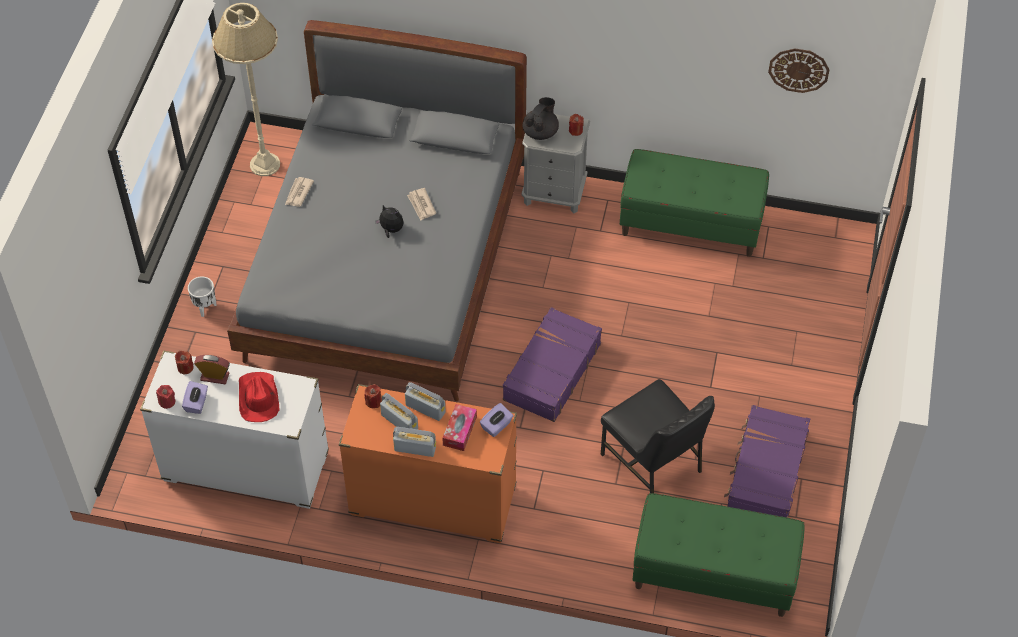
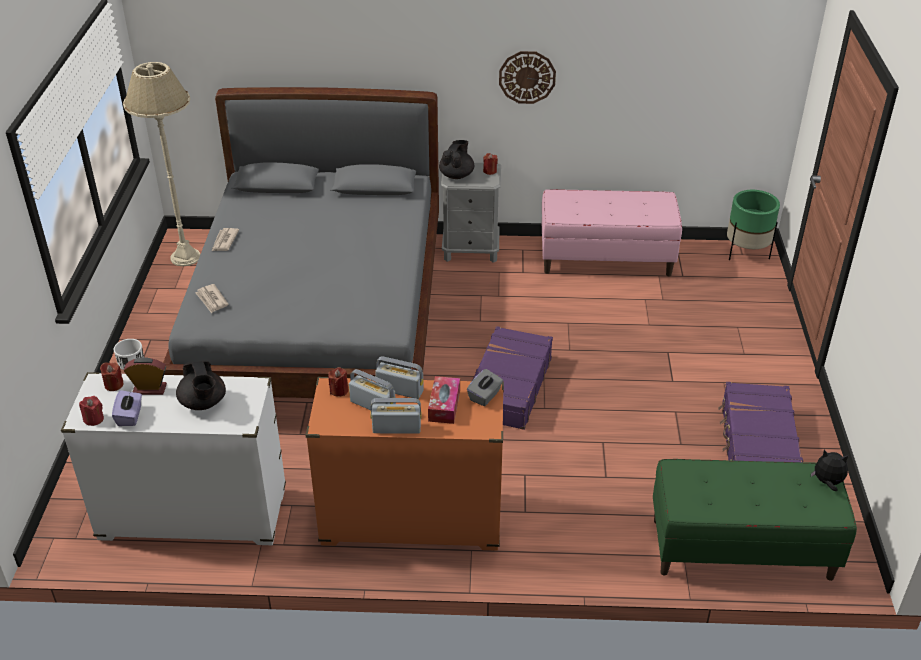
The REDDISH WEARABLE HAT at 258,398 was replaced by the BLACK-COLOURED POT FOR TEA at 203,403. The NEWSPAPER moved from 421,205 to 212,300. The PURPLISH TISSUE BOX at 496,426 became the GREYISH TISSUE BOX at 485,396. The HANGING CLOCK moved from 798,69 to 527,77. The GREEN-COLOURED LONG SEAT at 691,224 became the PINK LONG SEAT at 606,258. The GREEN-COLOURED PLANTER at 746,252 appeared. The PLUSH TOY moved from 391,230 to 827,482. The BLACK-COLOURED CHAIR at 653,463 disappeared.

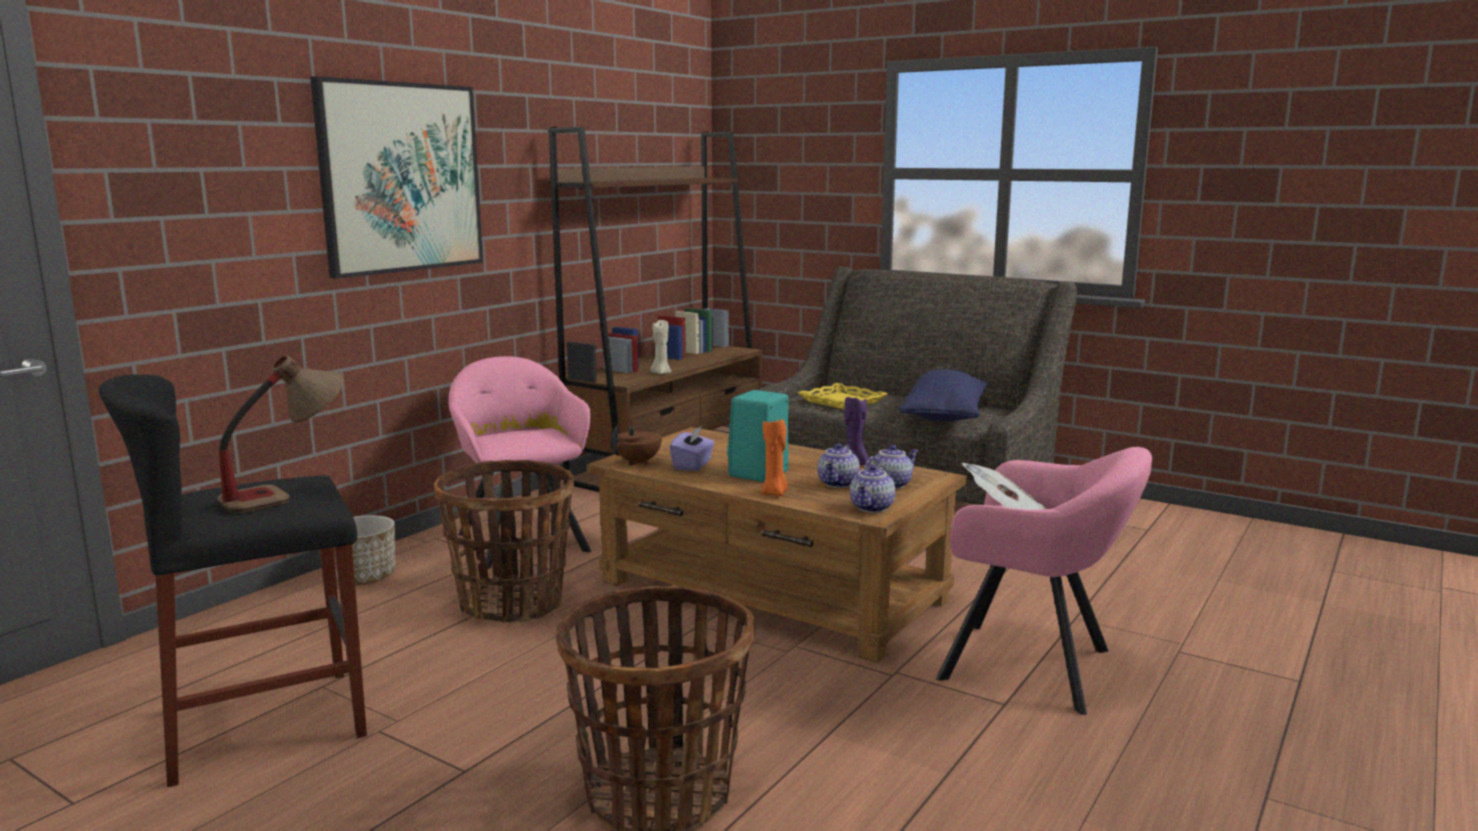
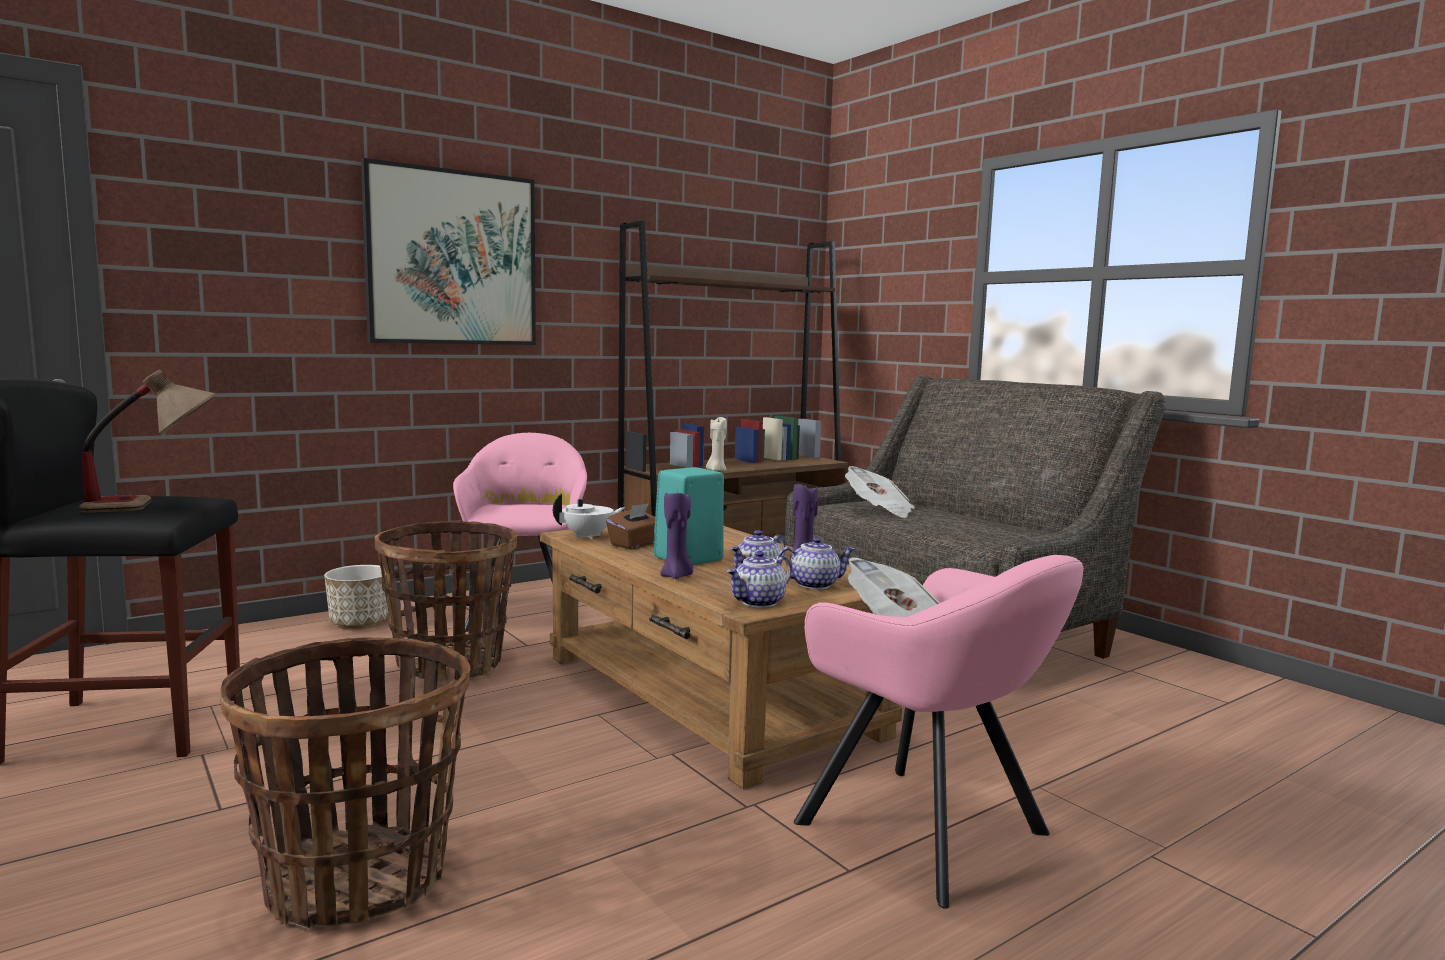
The BROWN POT FOR TEA at 638,462 became the WHITE POT FOR TEA at 588,536. The PURPLISH TISSUE BOX at 693,465 became the BROWN TISSUE BOX at 636,544. The ORANGEY WAX LIGHT at 775,493 became the PURPLISH WAX LIGHT at 677,576. The YELLOW-COLOURED CARRYING TRAY at 843,401 was replaced by the NEWSPAPER at 879,511. The BLUE PILLOW at 945,417 disappeared.

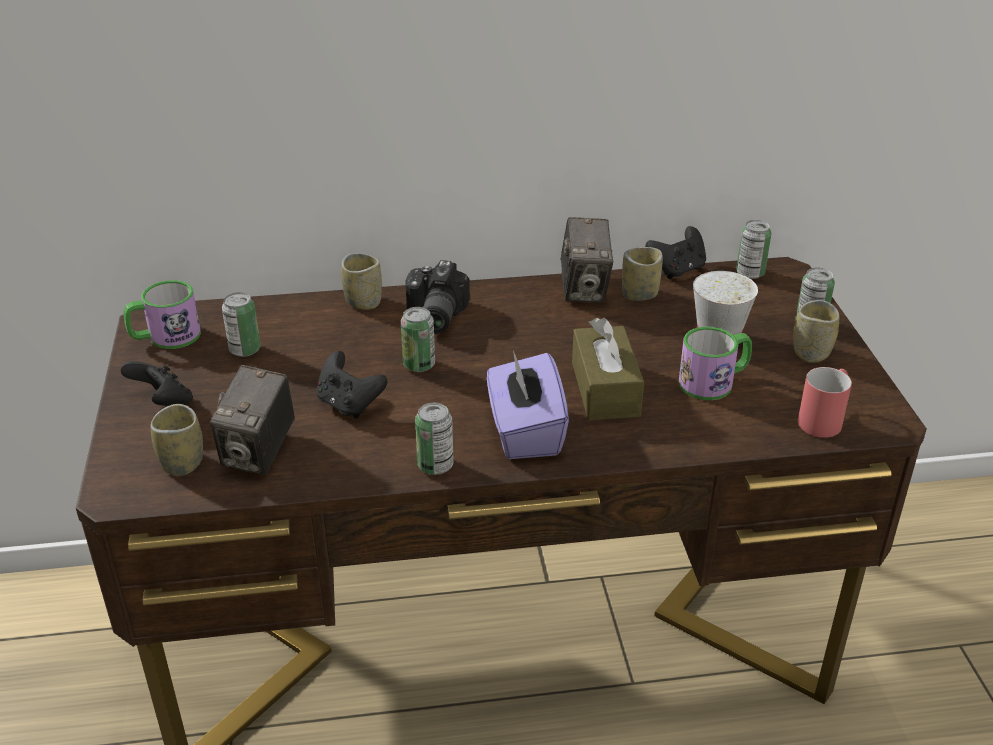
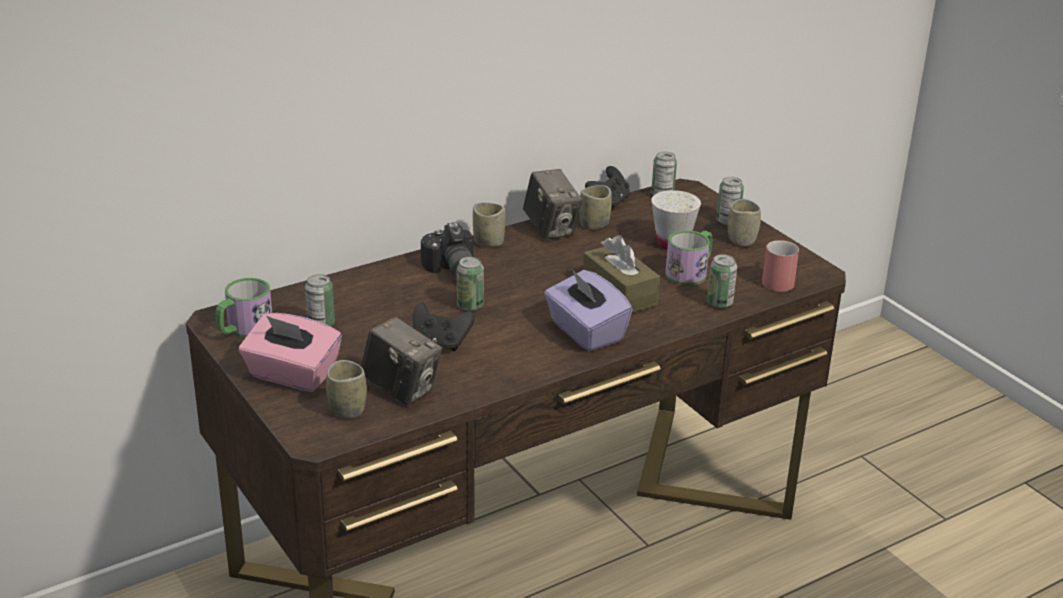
The BLACK-COLOURED GAMEPAD at 164,404 was replaced by the PINK TISSUE BOX at 292,375. The STILL CAMERA at 259,453 turned 45 degrees counterclockwise. The SMALL CUP moved from 363,302 to 488,242. The METAL CAN moved from 435,465 to 719,303.

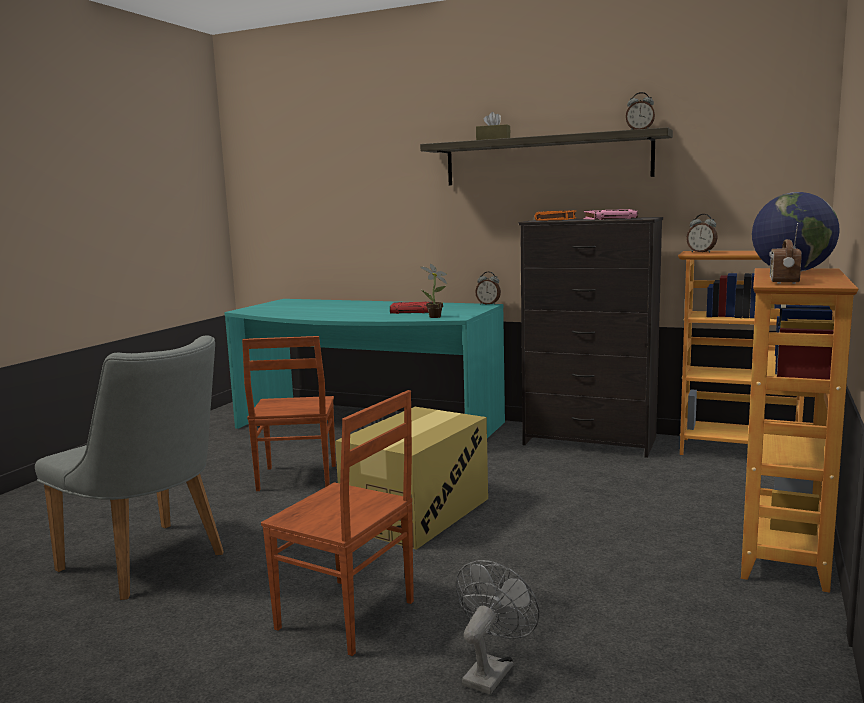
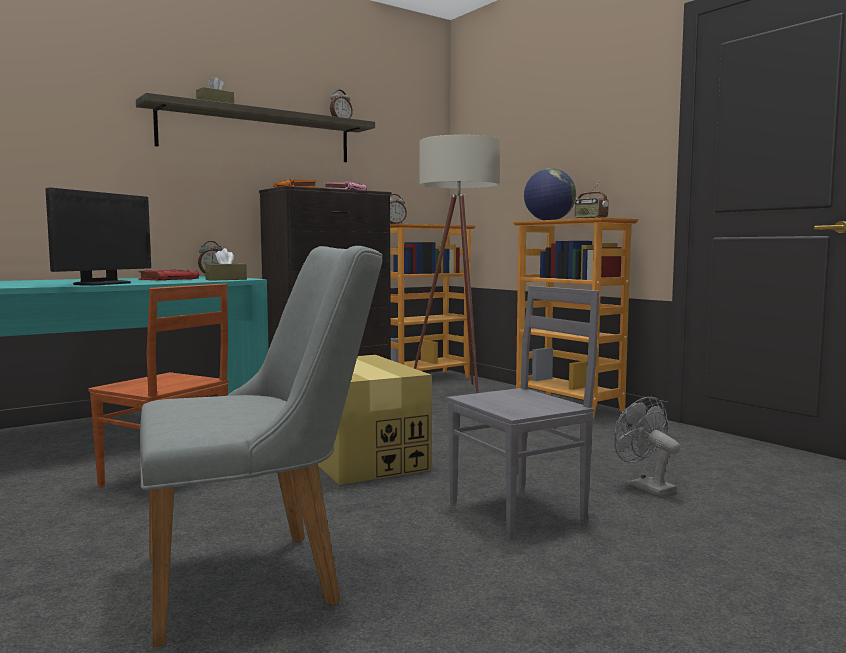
The COMPUTER DISPLAY at 102,283 appeared. The POTTED PLANT at 436,317 was replaced by the BROWN TISSUE BOX at 226,279. The BEIGE-COLOURED STANDARD LAMP at 457,393 appeared. The BROWN CHAIR at 346,616 became the GREYISH CHAIR at 519,510.

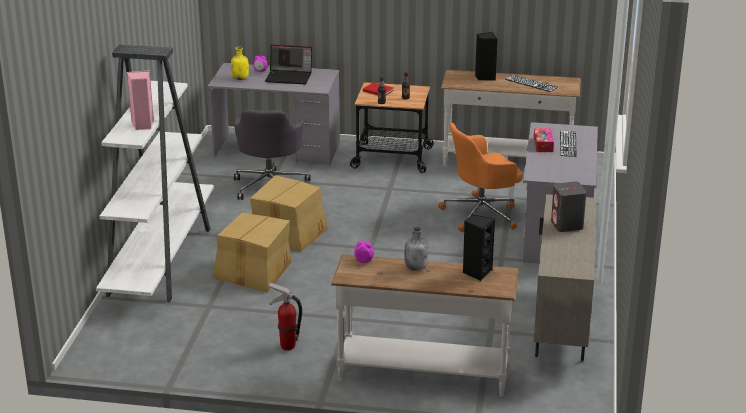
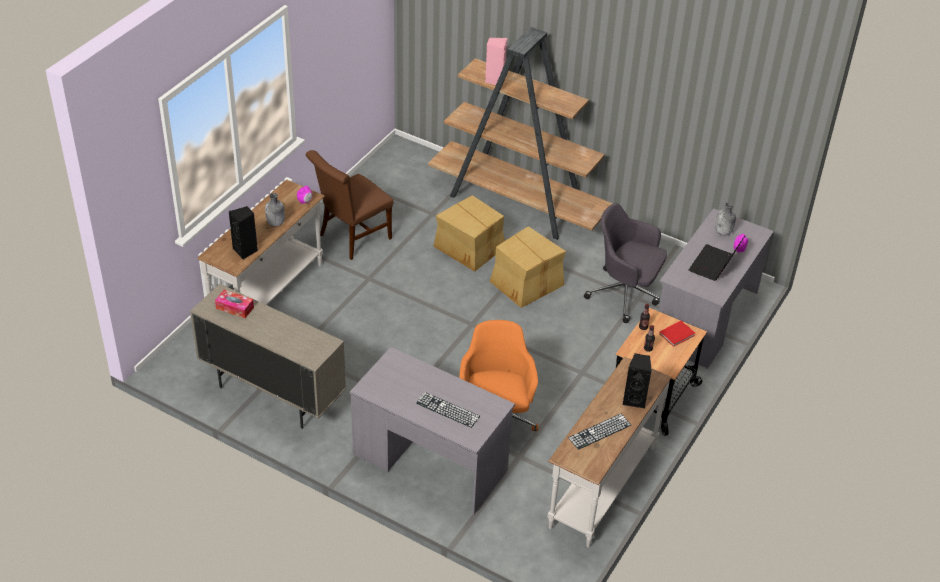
The TISSUE BOX moved from 543,144 to 235,308. The FIRE EXTINGUISHER at 287,346 was replaced by the BROWN CHAIR at 351,238. The WHITE BOOKCASE at 160,260 became the BROWN BOOKCASE at 518,204. The YELLOW-COLOURED BOTTLE at 240,78 became the GREYISH BOTTLE at 723,232. The GREYISH AUDIO SPEAKER at 567,225 disappeared.

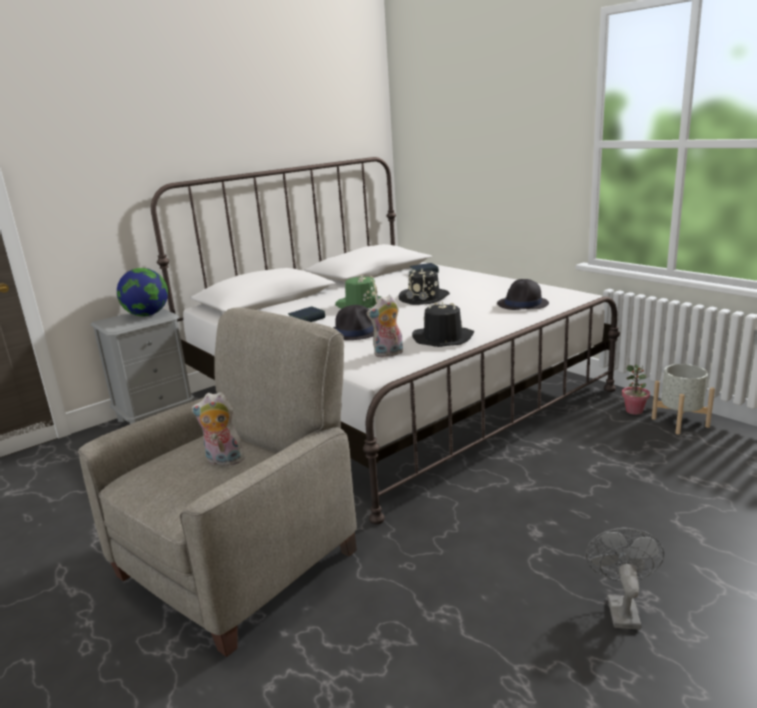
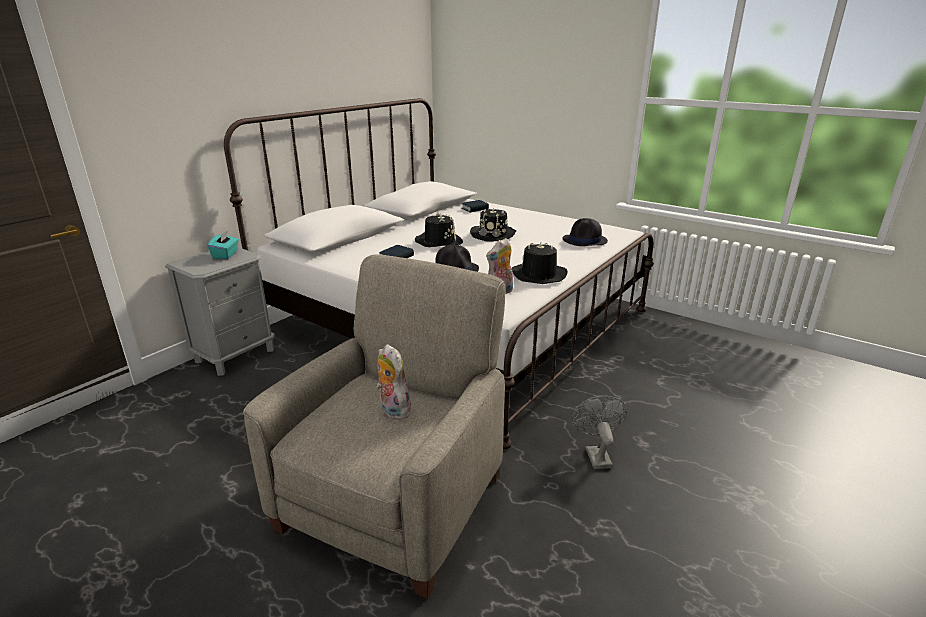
The GLOBE at 147,315 was replaced by the TURQUOISE-COLOURED TISSUE BOX at 226,255. The PLUSH TOY at 223,461 turned 60 degrees clockwise. The GREEN-COLOURED WEARABLE HAT at 361,304 became the BLACK-COLOURED WEARABLE HAT at 439,241. The GREYISH ELECTRIC FAN moved from 621,608 to 596,454. The POTTED PLANT at 634,411 disappeared. The GREYISH PLANTER at 679,422 disappeared.

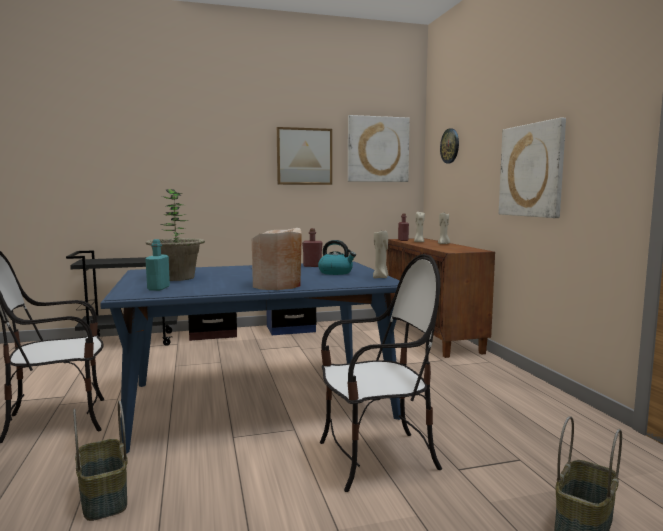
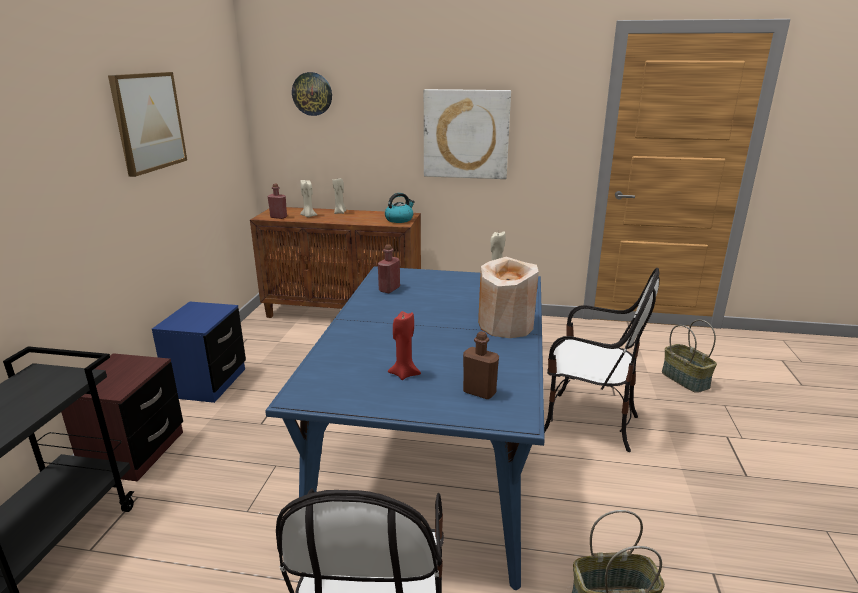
The WATER KETTLE moved from 336,272 to 399,219. The POTTED PLANT at 177,278 was replaced by the REDDISH WAX LIGHT at 404,374. The TURQUOISE-COLOURED BOTTLE at 158,288 became the BROWN BOTTLE at 479,392. The CHAIR at 377,458 turned 105 degrees clockwise. The WALL PICTURE at 377,149 disappeared.

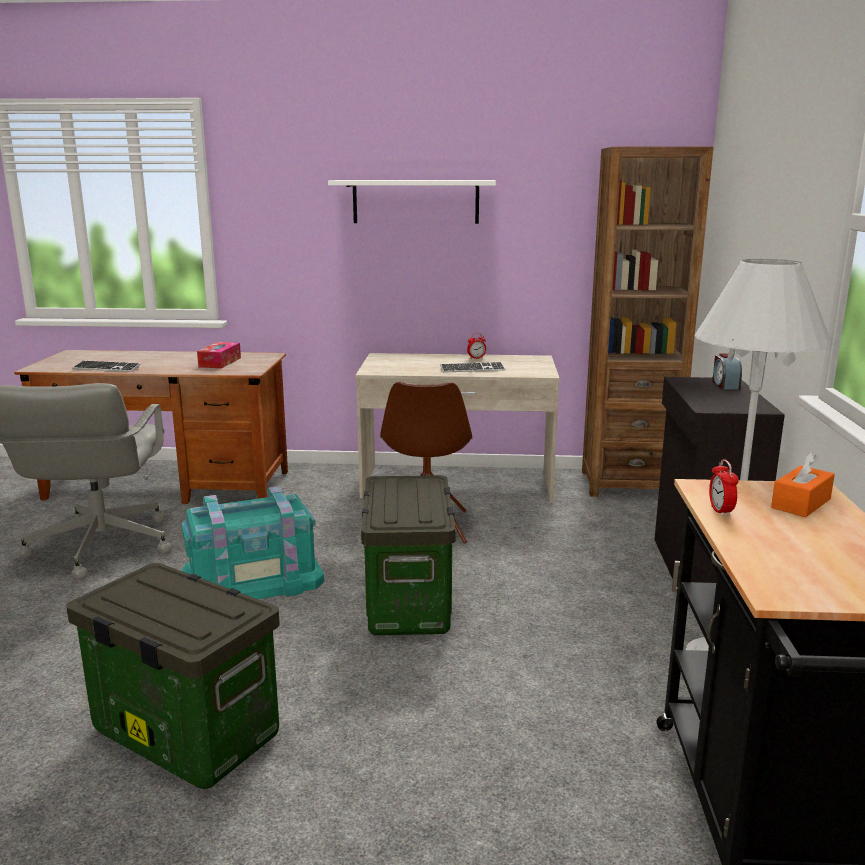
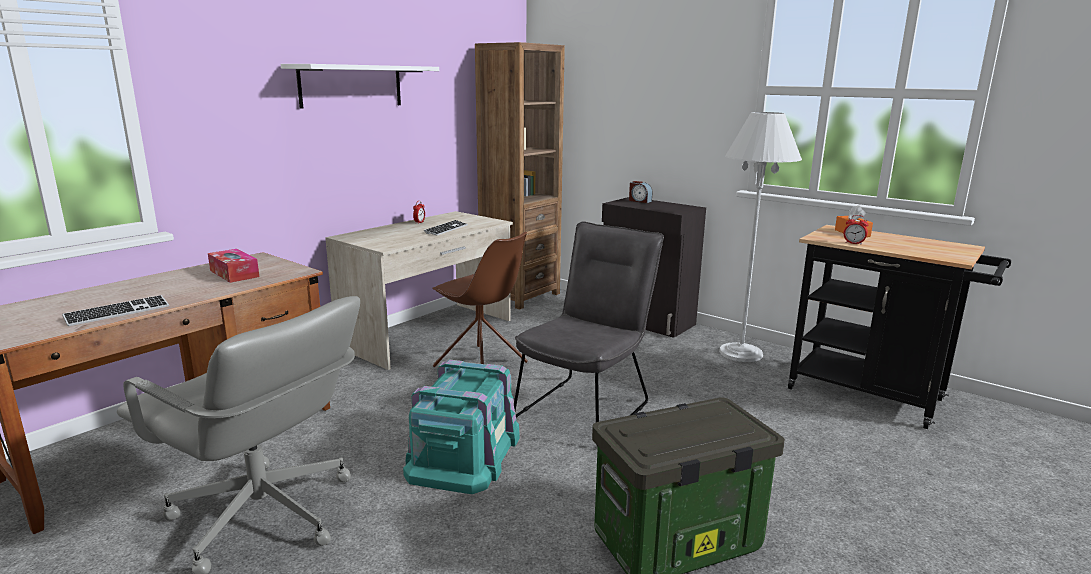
The STORAGE BOX at 409,604 was replaced by the GREYISH CHAIR at 587,406.

